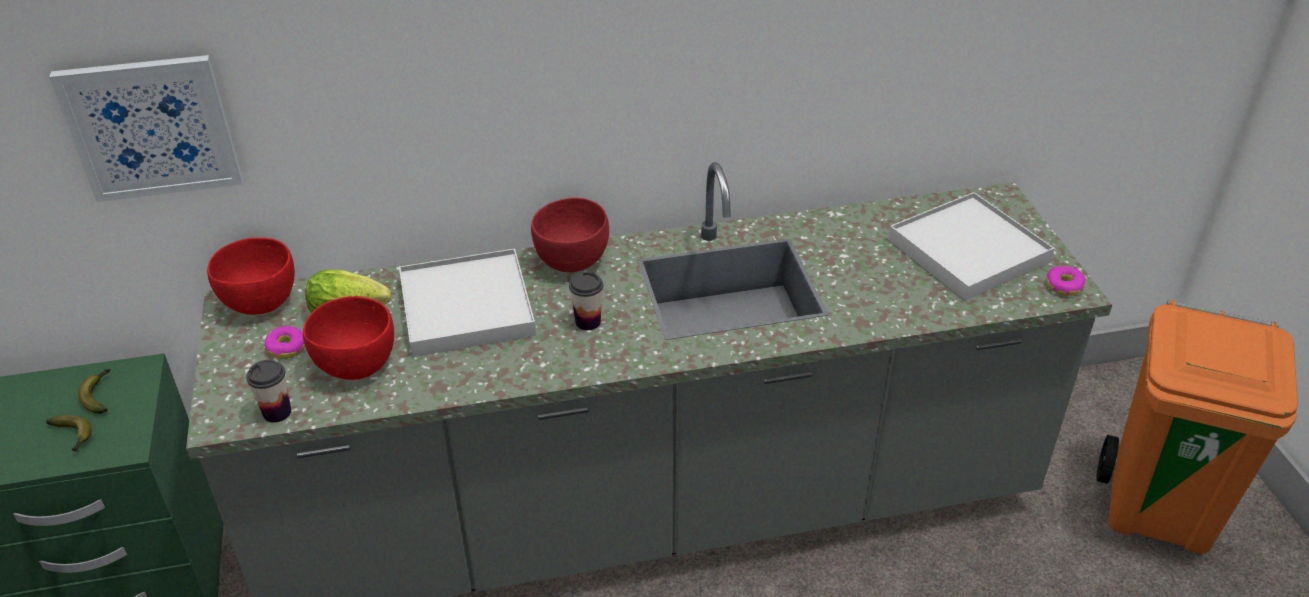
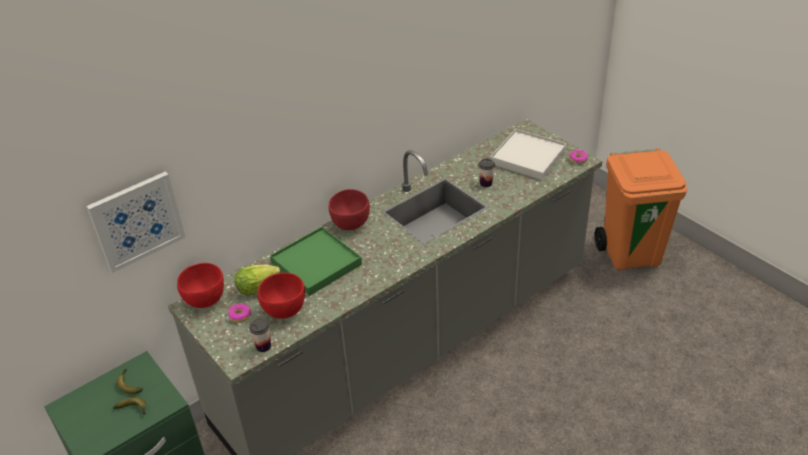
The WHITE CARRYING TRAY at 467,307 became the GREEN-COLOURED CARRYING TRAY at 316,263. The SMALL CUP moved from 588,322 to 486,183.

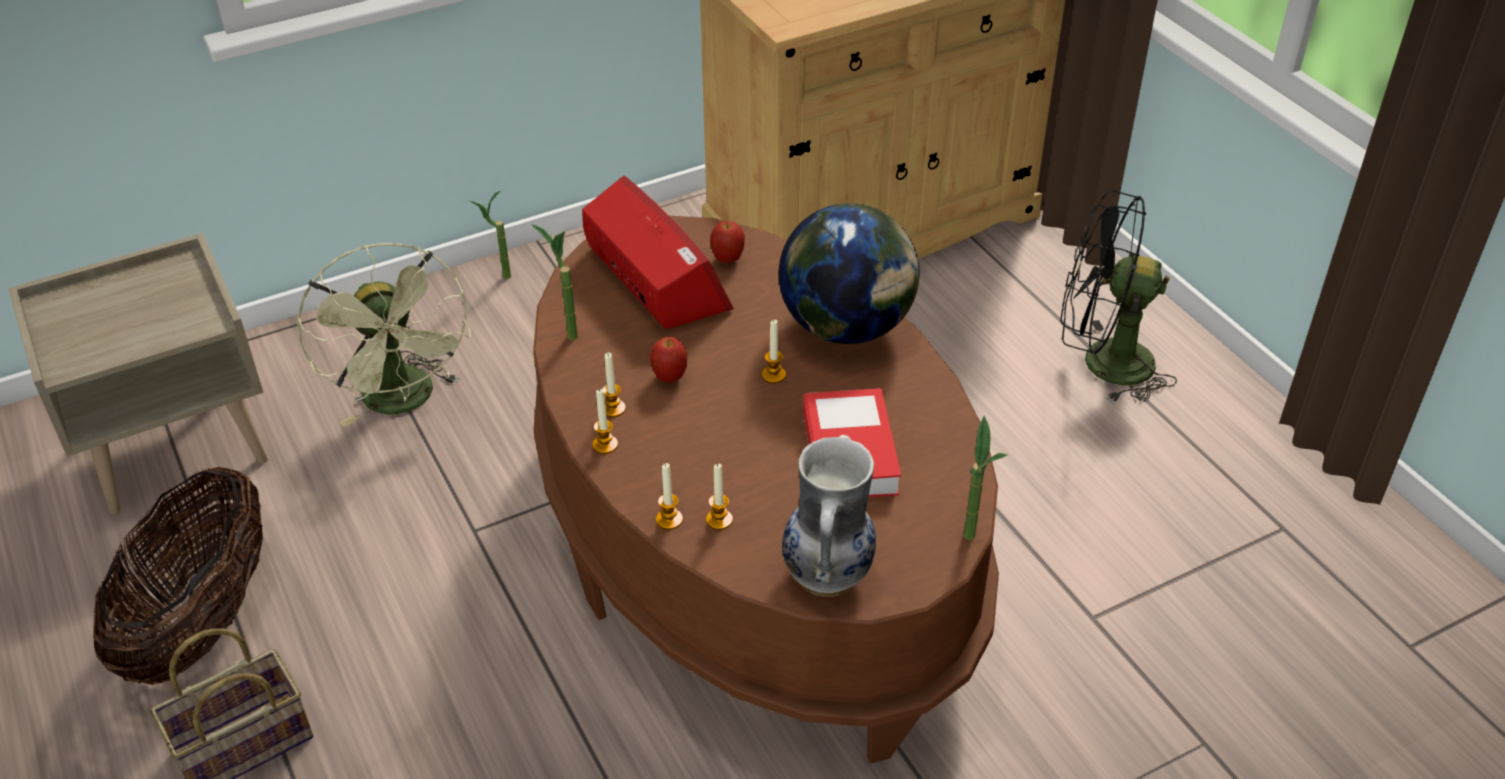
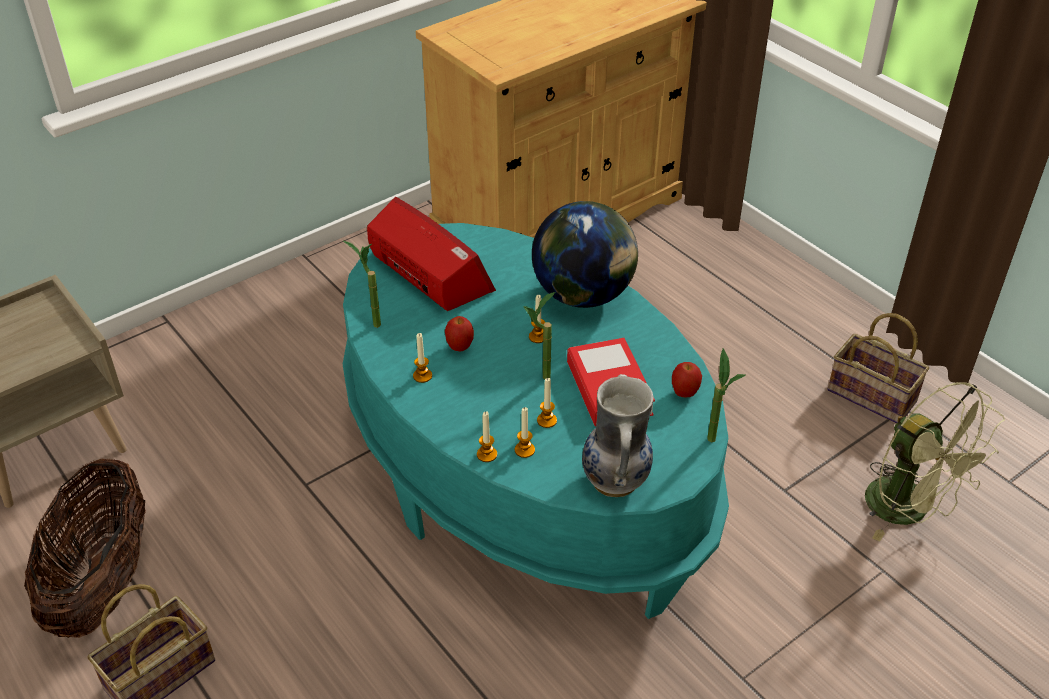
The BROWN LOW TABLE at 753,547 became the TURQUOISE-COLOURED LOW TABLE at 524,470. The POTTED PLANT moved from 498,277 to 538,379. The WAX LIGHT moved from 605,445 to 547,420. The APPLE moved from 727,260 to 684,393. The BASKET at 874,396 appeared. The GREEN-COLOURED ELECTRIC FAN moved from 405,401 to 909,510. The BLACK-COLOURED ELECTRIC FAN at 1102,363 disappeared.

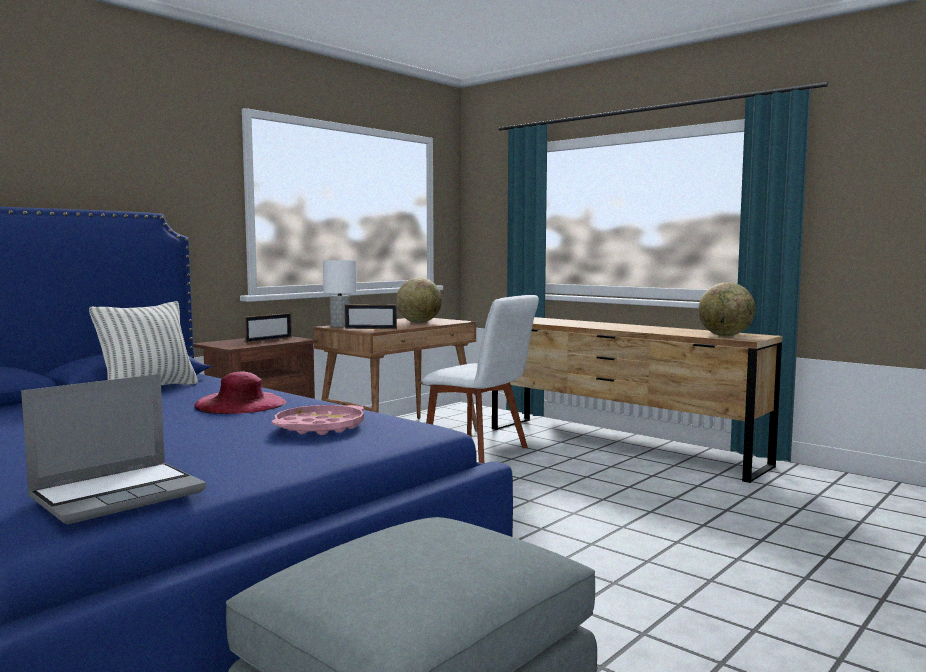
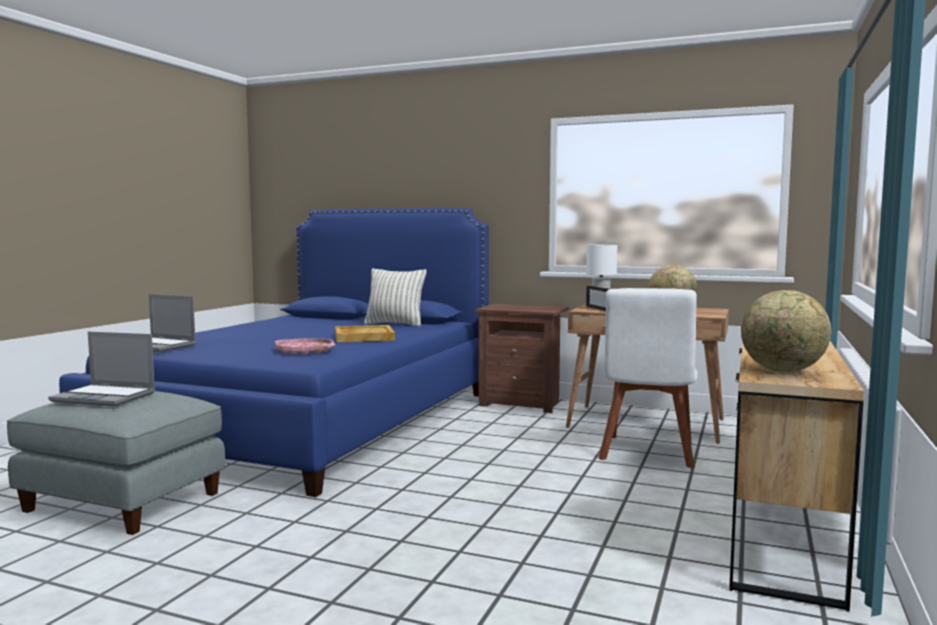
The LAPTOP at 105,397 appeared. The PINK WEARABLE HAT at 240,403 was replaced by the BEIGE-COLOURED CARRYING TRAY at 363,337. The PICTURE FRAME at 269,340 disappeared.

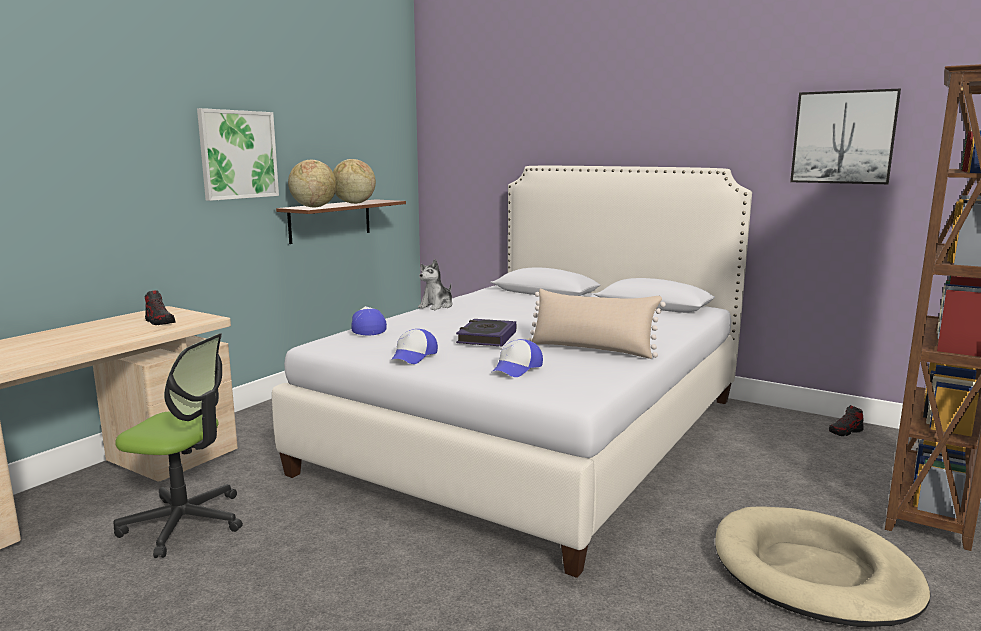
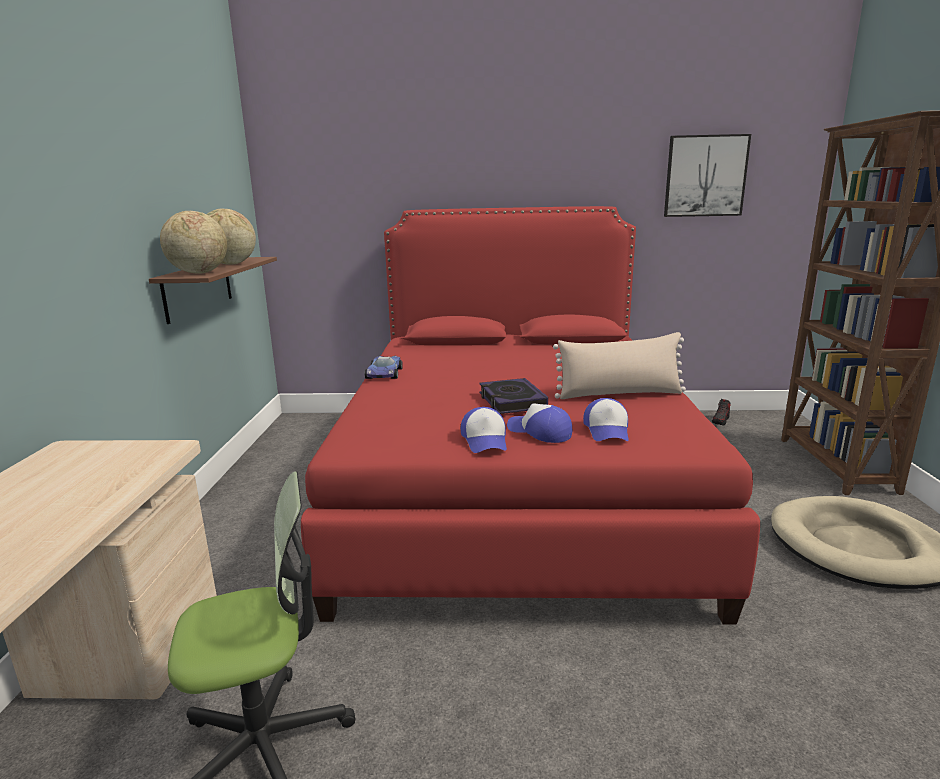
The WHITE BEDROOM BED at 534,433 became the REDDISH BEDROOM BED at 513,485. The PLUSH TOY at 436,306 was replaced by the TOY CAR at 384,374. The PEAKED CAP moved from 367,329 to 539,432. The ITEM OF FOOTWEAR at 160,322 disappeared. The WALL PICTURE at 238,154 disappeared.

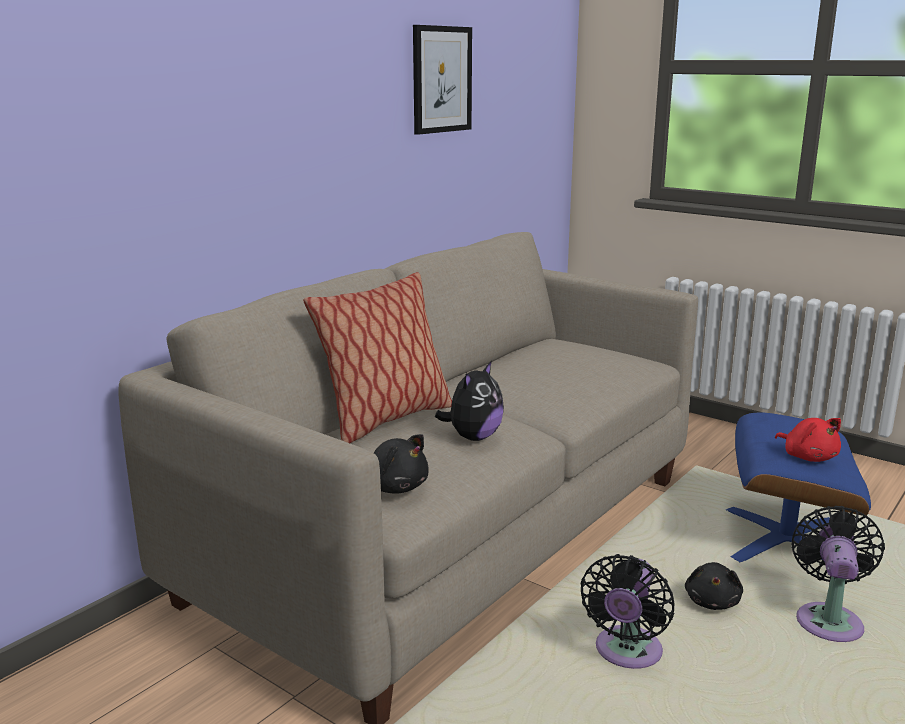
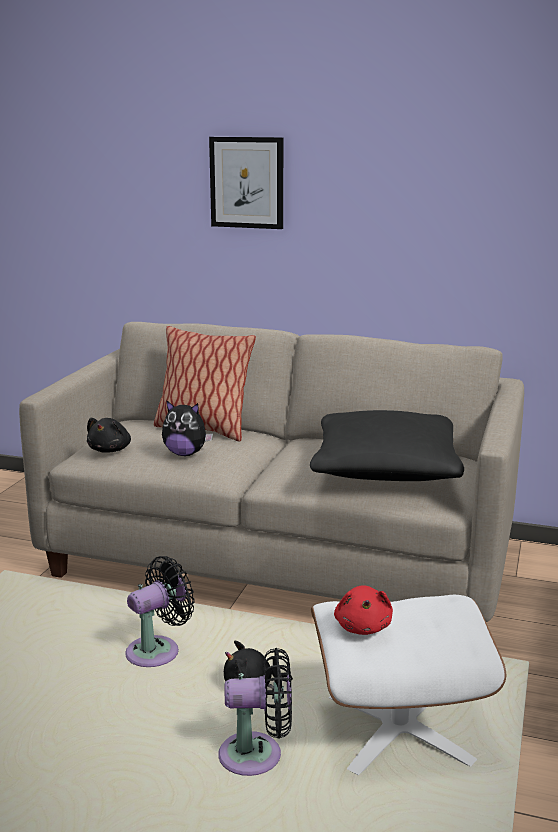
The BLACK-COLOURED ELECTRIC FAN at 626,654 turned 135 degrees clockwise. The WALL PICTURE moved from 441,79 to 247,182. The BLACK-COLOURED PILLOW at 385,469 appeared. The BLUE OTTOMAN at 785,540 became the WHITE OTTOMAN at 399,728. The REDDISH PLUSH TOY at 808,457 turned 45 degrees counterclockwise.

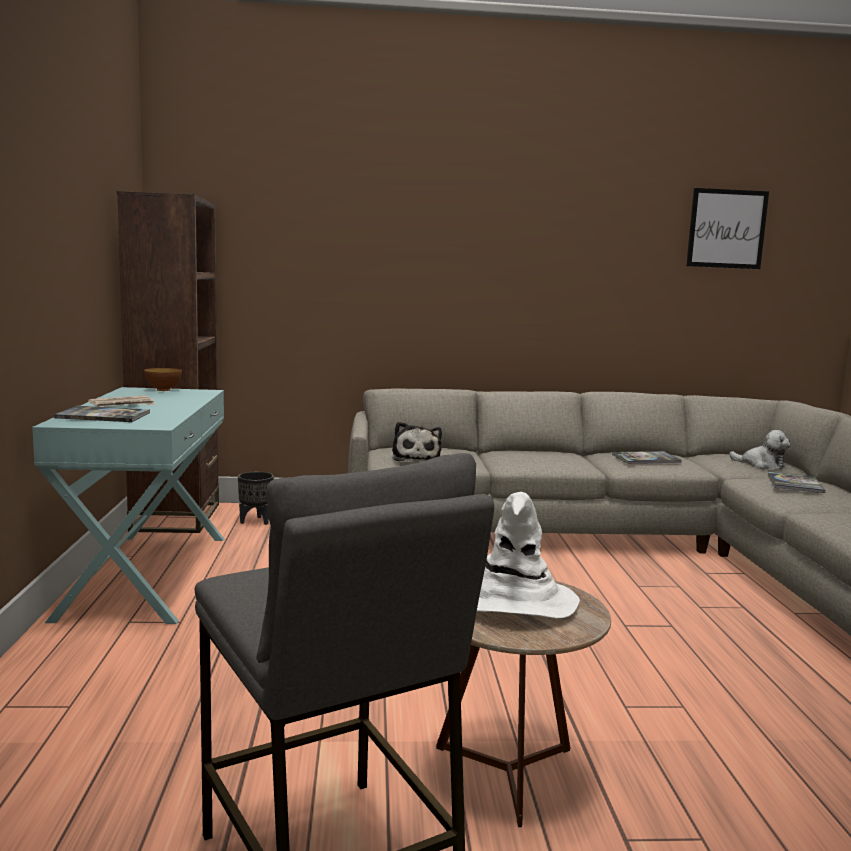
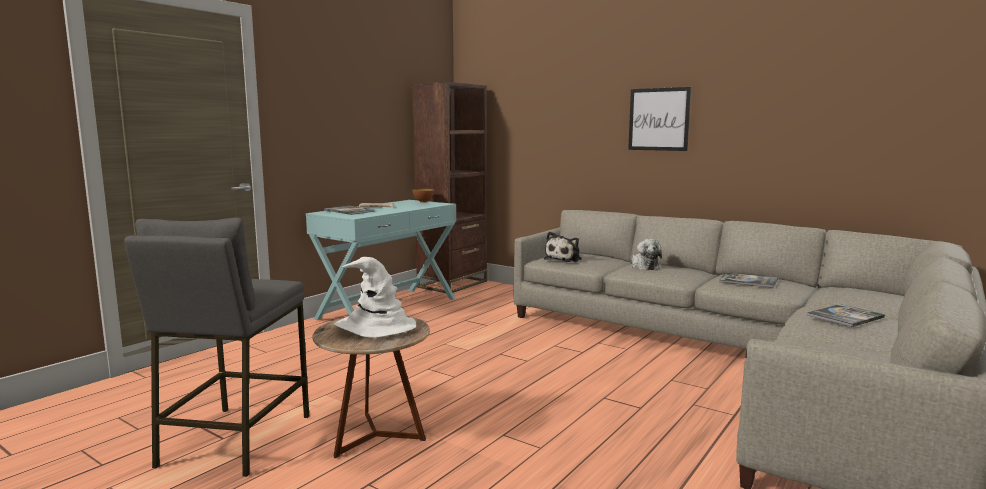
The WALL PICTURE moved from 726,229 to 659,119. The PLUSH TOY moved from 761,465 to 644,266. The BLACK-COLOURED PLANTER at 256,521 disappeared.

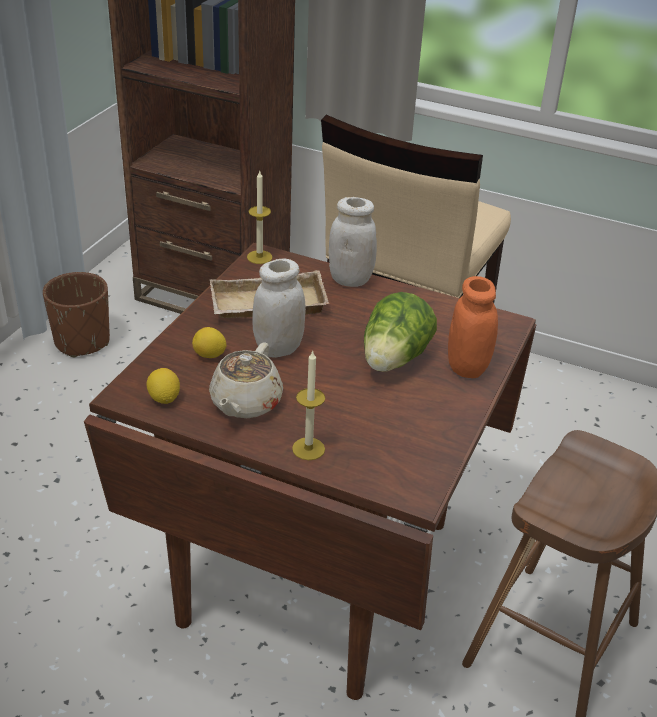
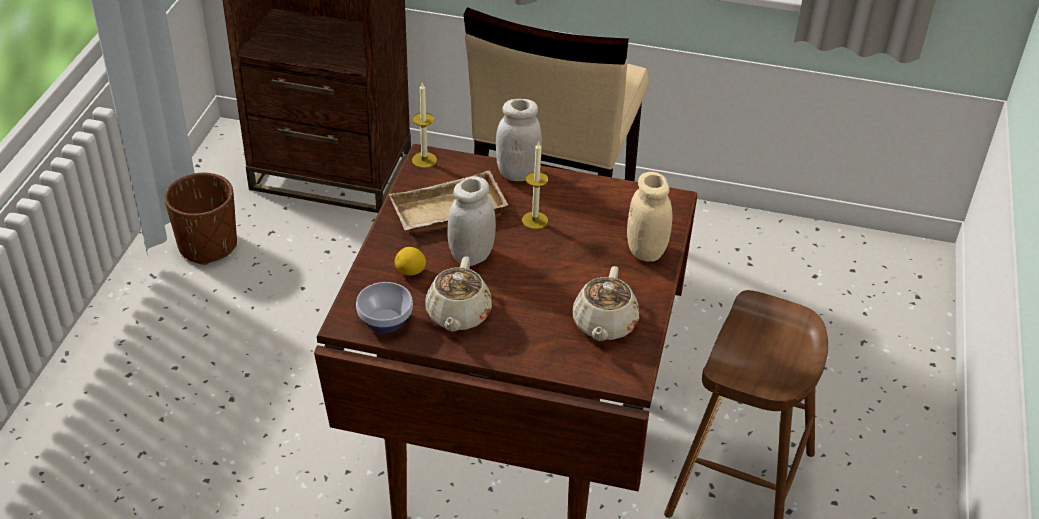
The WHOLE LEMON at 164,398 was replaced by the SERVING BOWL at 383,321. The WAX LIGHT moved from 308,449 to 535,220. The BEIGE-COLOURED POT FOR TEA at 604,325 appeared. The ORANGEY STORAGE JAR at 467,367 became the BEIGE-COLOURED STORAGE JAR at 646,251. The LETTUCE HEAD at 394,360 disappeared.

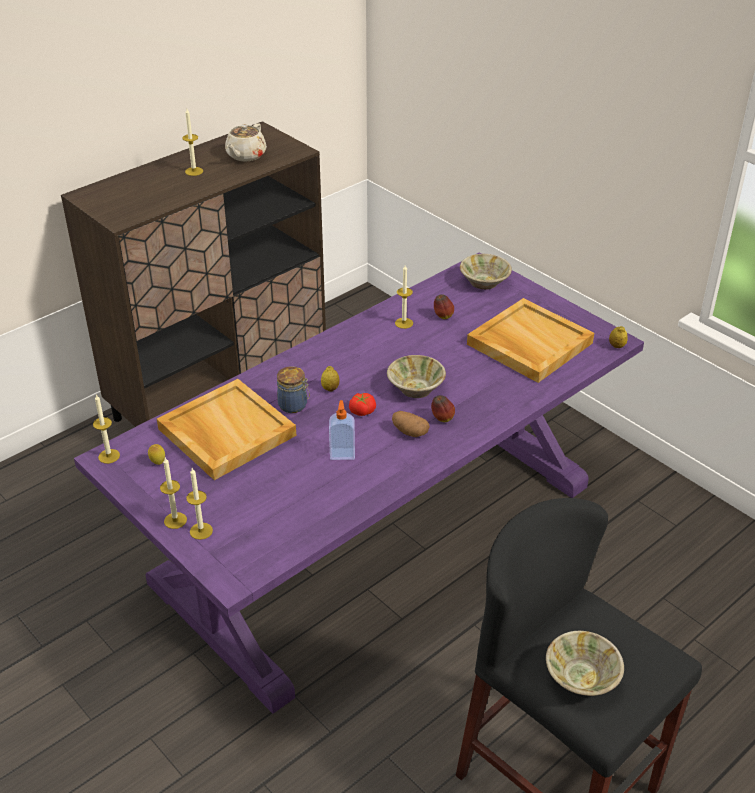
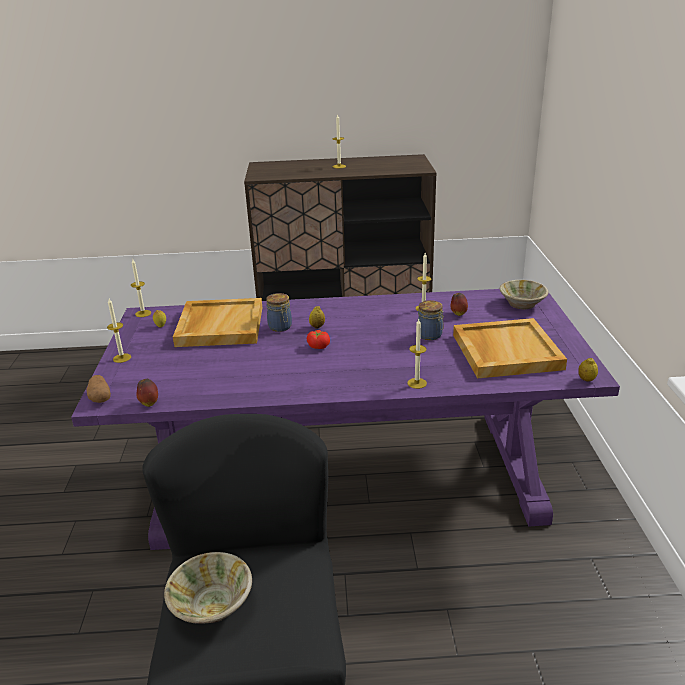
The SPUD moved from 409,432 to 100,397. The APPLE moved from 442,419 to 149,403. The WAX LIGHT moved from 201,531 to 417,383. The STORAGE JAR at 430,335 appeared. The BEIGE-COLOURED POT FOR TEA at 245,155 disappeared. The SOAP DISPENSER at 342,453 disappeared. The BEIGE-COLOURED SERVING BOWL at 415,388 disappeared.

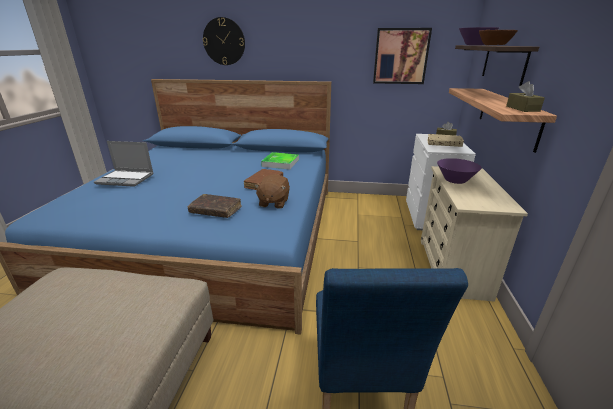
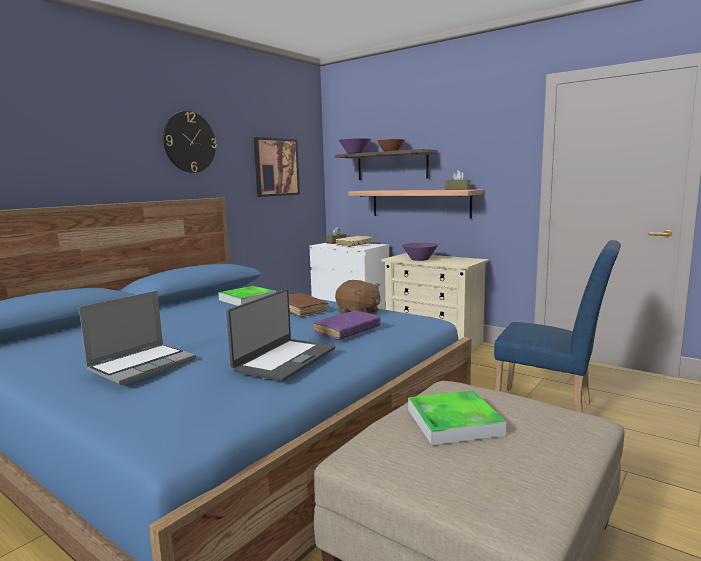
The HANGING CLOCK moved from 224,41 to 189,142. The LAPTOP at 284,359 appeared. The BROWN VOLUME at 216,210 became the PURPLISH VOLUME at 347,331. The CARRYING TRAY at 454,422 appeared.

